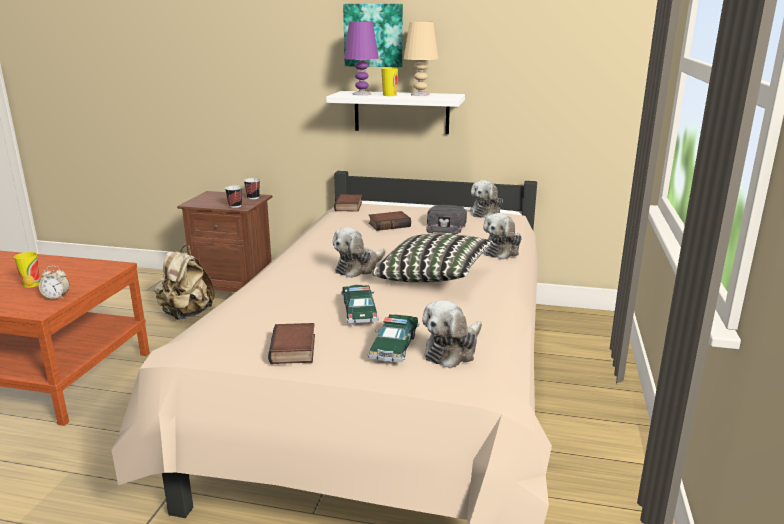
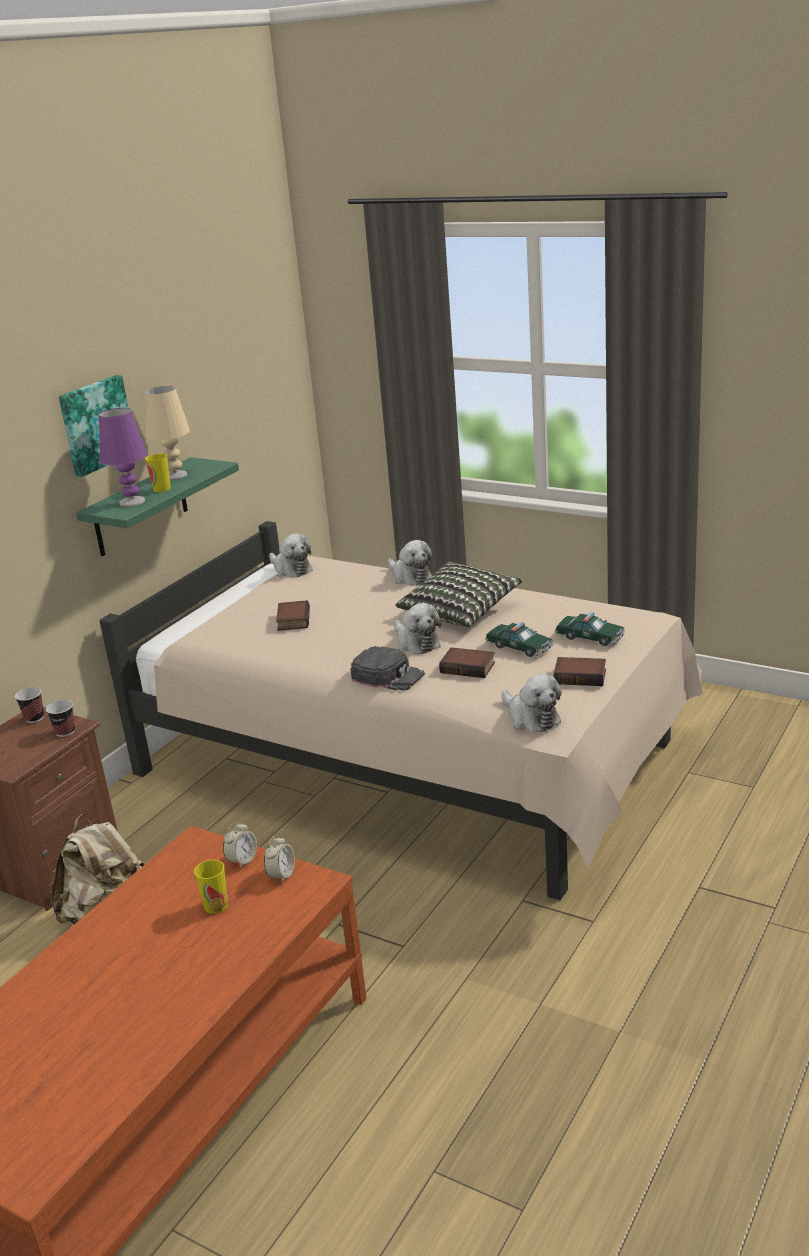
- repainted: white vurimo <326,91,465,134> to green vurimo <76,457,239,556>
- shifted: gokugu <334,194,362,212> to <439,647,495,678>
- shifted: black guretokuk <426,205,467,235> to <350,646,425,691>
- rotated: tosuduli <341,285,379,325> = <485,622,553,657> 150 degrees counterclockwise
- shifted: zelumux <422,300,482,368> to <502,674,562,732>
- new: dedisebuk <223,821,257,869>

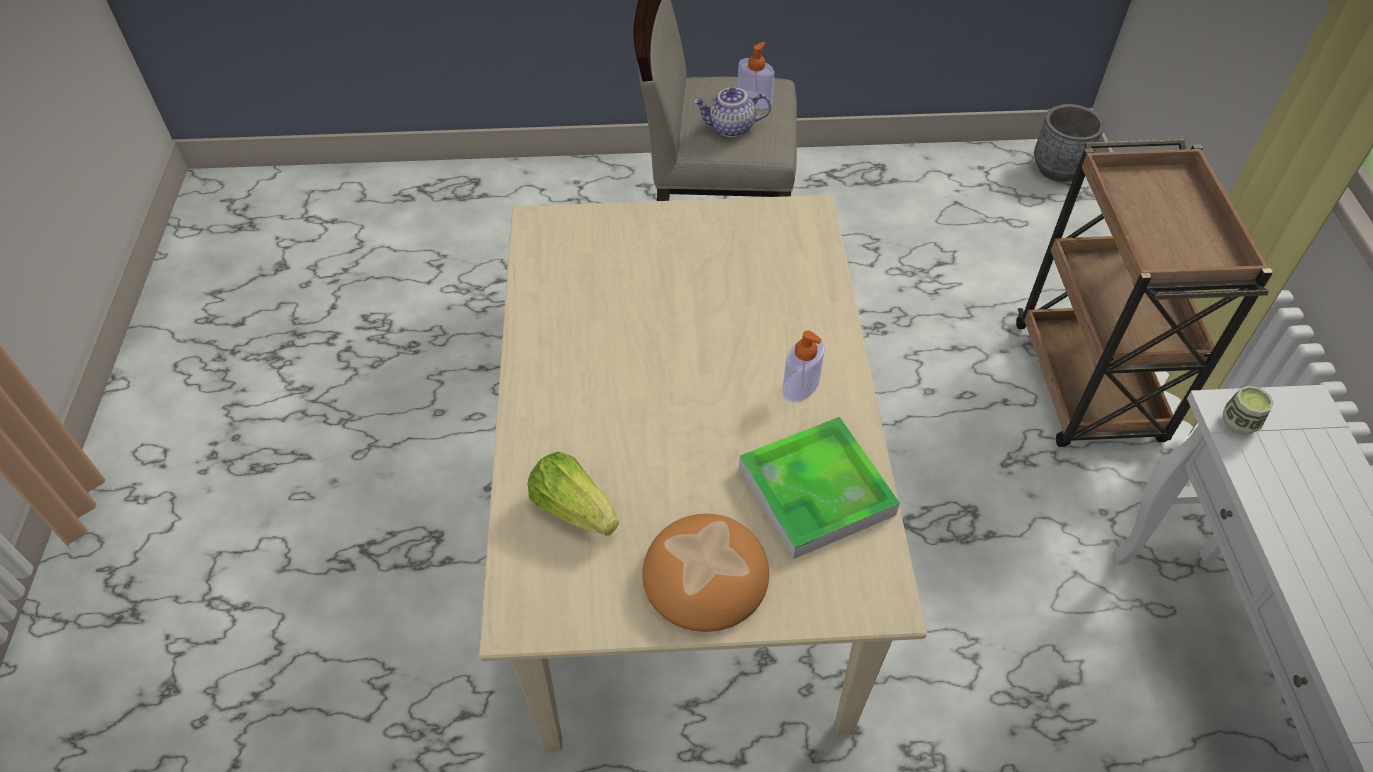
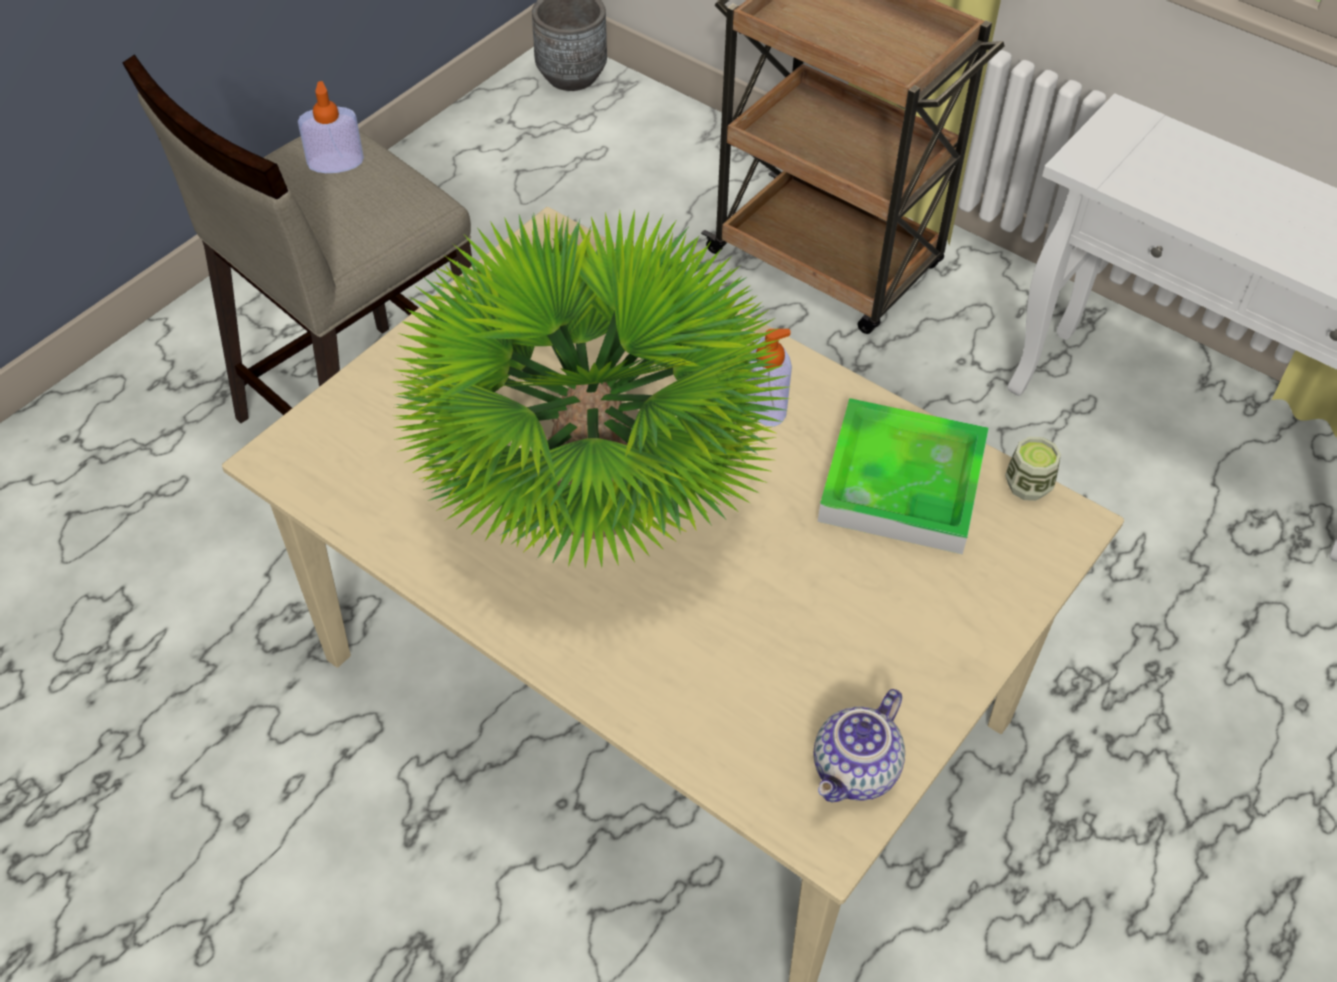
- shifted: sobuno <693,87,771,137> to <814,689,905,802>
- shifted: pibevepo <1223,386,1274,435> to <1005,437,1061,501>
- gone: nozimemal <528,452,619,536>
- gone: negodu <642,514,769,632>
- new: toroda <393,210,791,567>

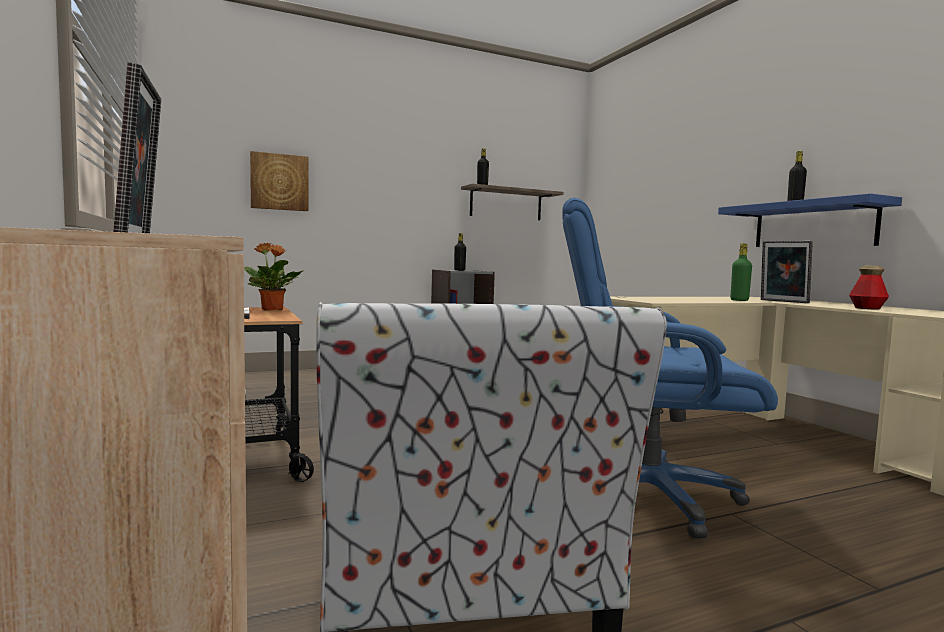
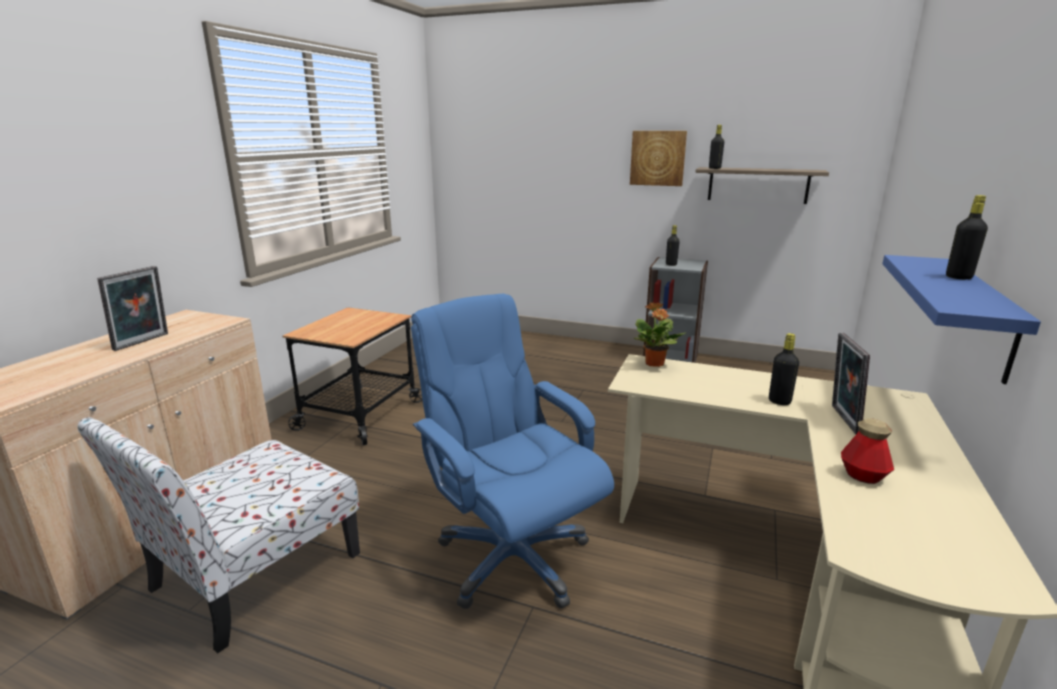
- shifted: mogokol <250,151,309,211> to <630,131,687,186>
- shifted: toroda <244,243,303,311> to <634,302,685,367>
- repainted: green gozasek <731,243,752,301> to black gozasek <769,333,799,405>

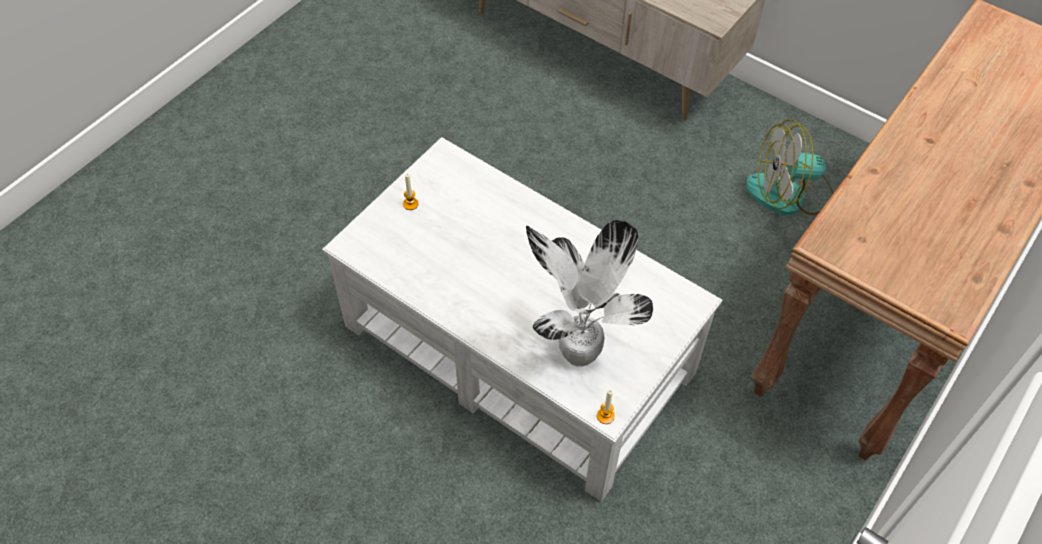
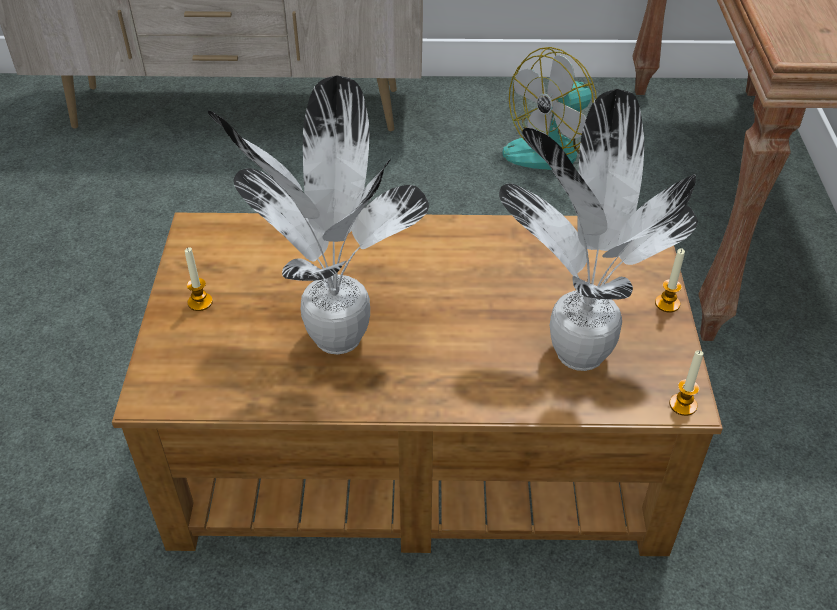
- repainted: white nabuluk <322,137,722,502> to brown nabuluk <112,213,723,556>
- new: toroda <208,75,429,354>
- new: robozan <655,248,685,313>

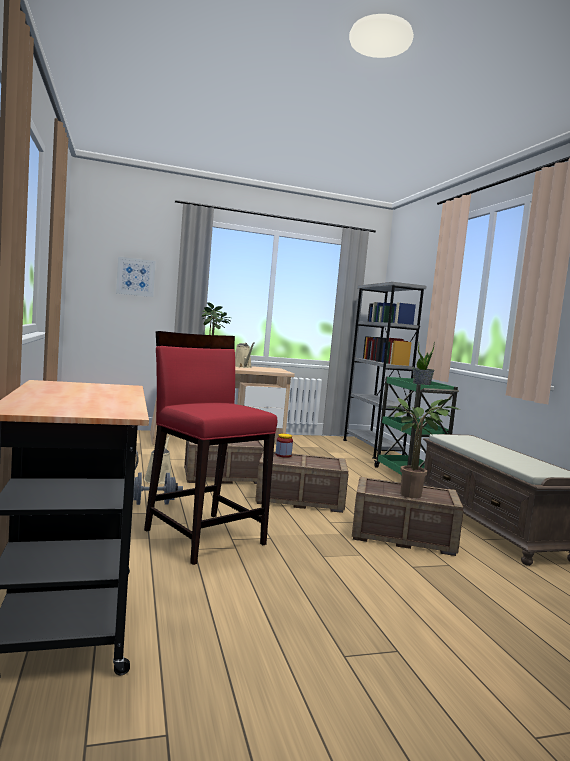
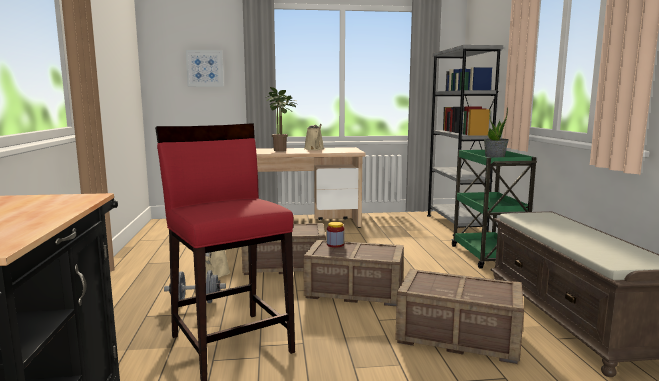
- gone: toroda <387,398,460,498>

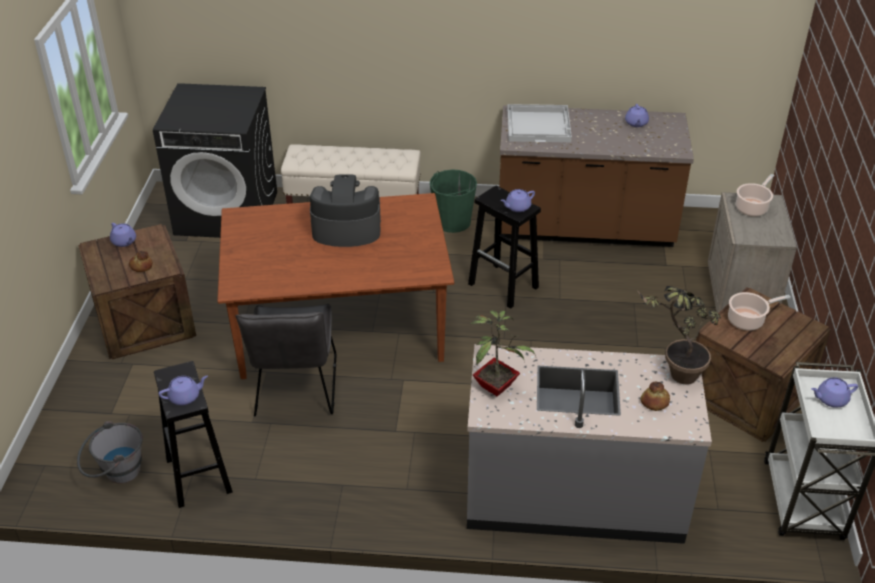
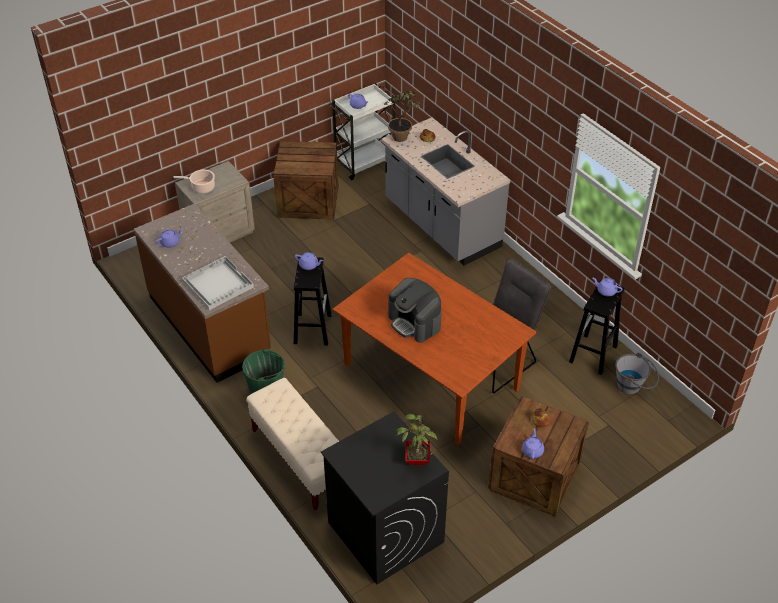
- gone: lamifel <728,292,791,331>
- shifted: toroda <470,310,536,396> to <396,405,438,465>

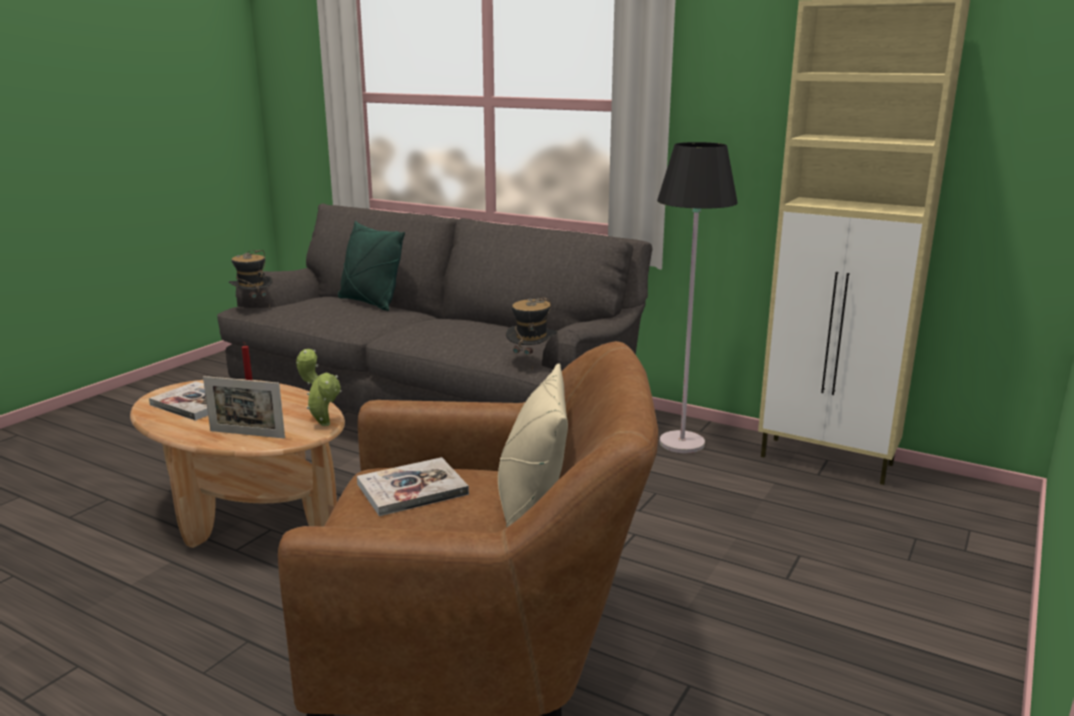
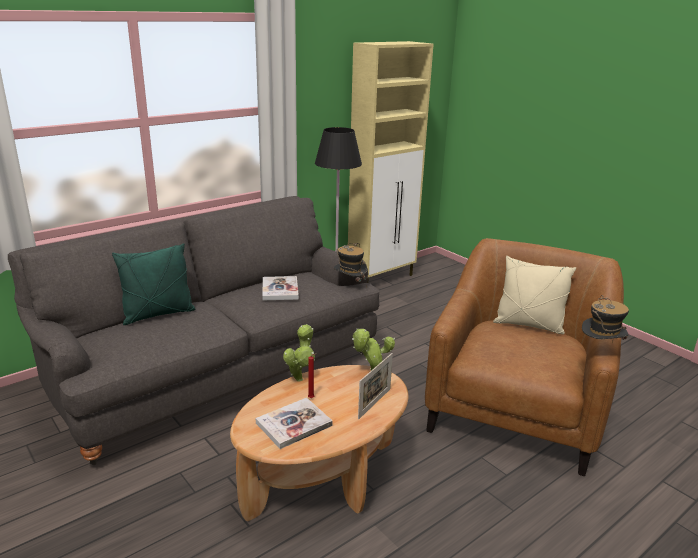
- shifted: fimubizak <229,250,273,308> to <582,295,629,343>
- shifted: gokugu <357,457,469,516> to <262,276,299,300>
- new: toroda <283,324,315,382>

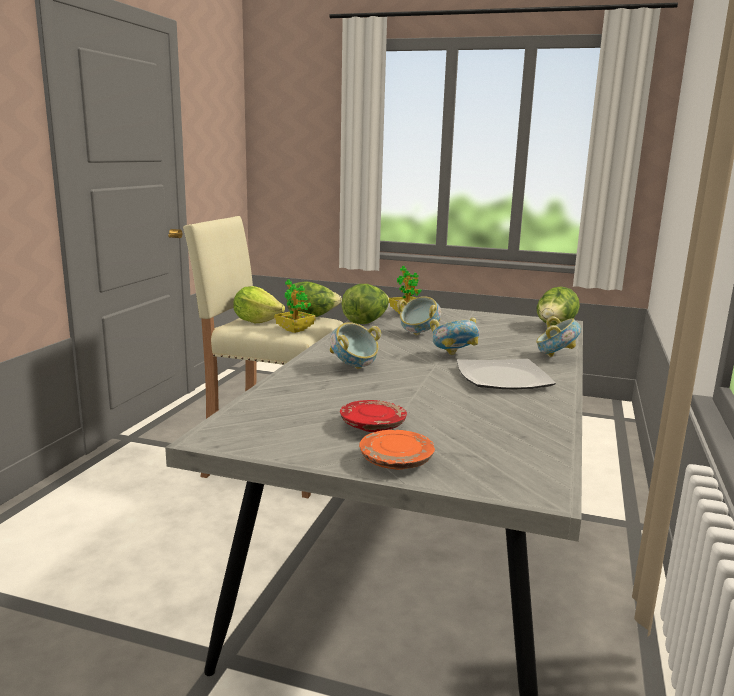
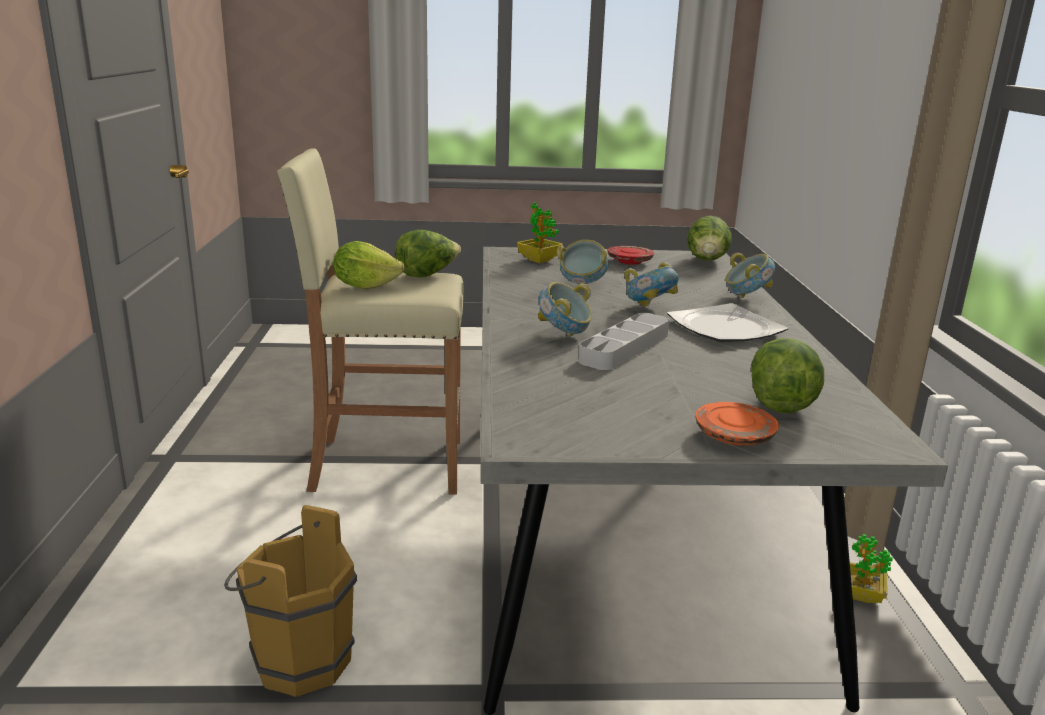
- shifted: toroda <274,279,316,333> to <850,534,893,603>
- shifted: nozimemal <341,284,389,324> to <751,338,824,413>
- shifted: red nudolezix <340,400,407,432> to <607,246,655,265>
- new: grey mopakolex <578,313,669,370>
- new: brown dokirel <224,505,357,697>

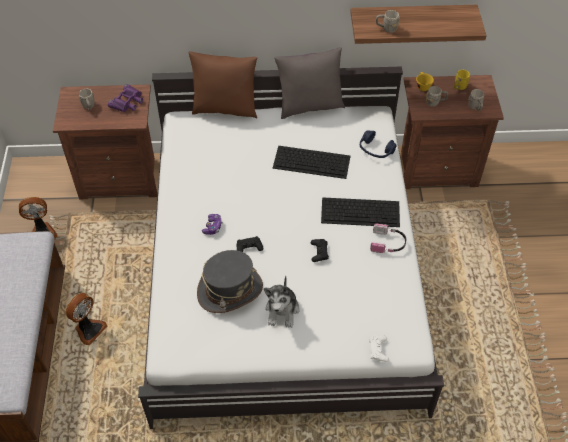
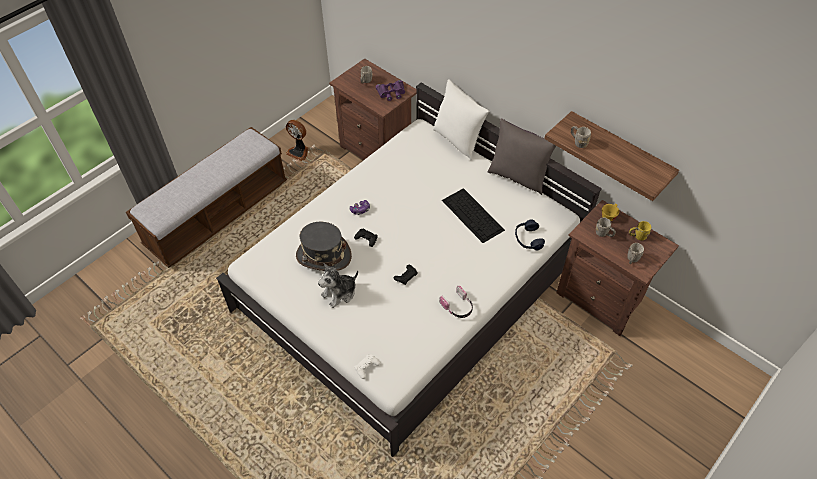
- repainted: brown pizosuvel <189,51,257,119> to white pizosuvel <433,79,490,160>
- gone: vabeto <321,197,400,227>
- gone: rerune <66,293,107,345>

